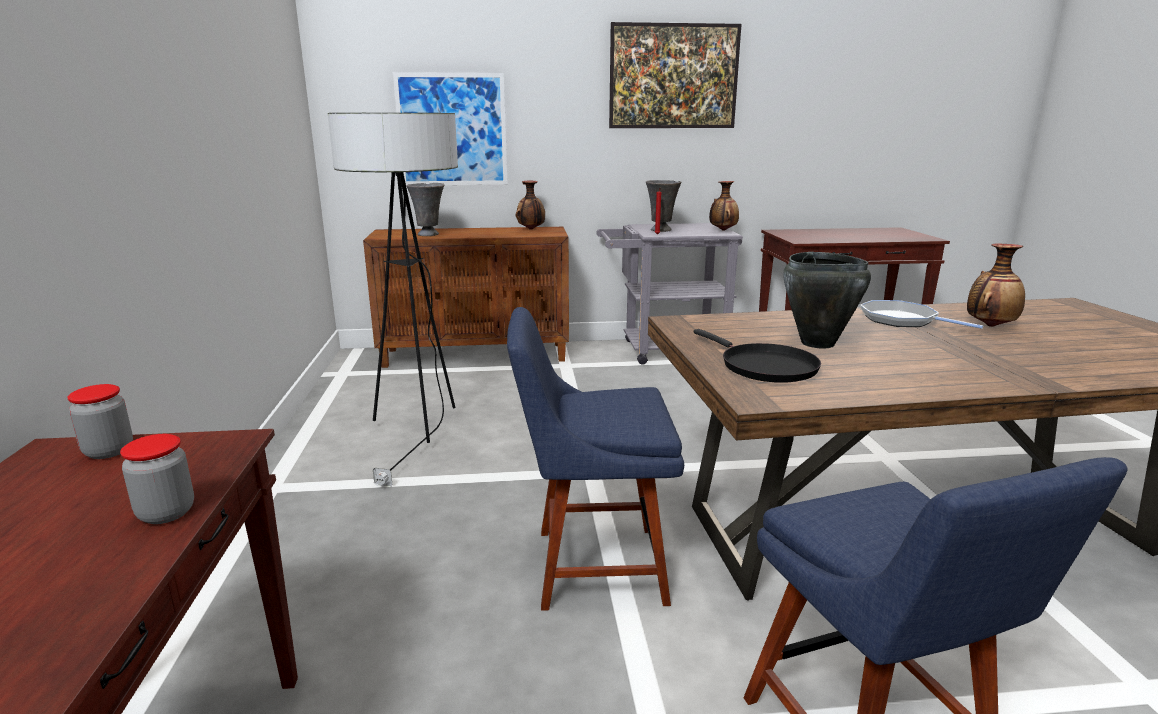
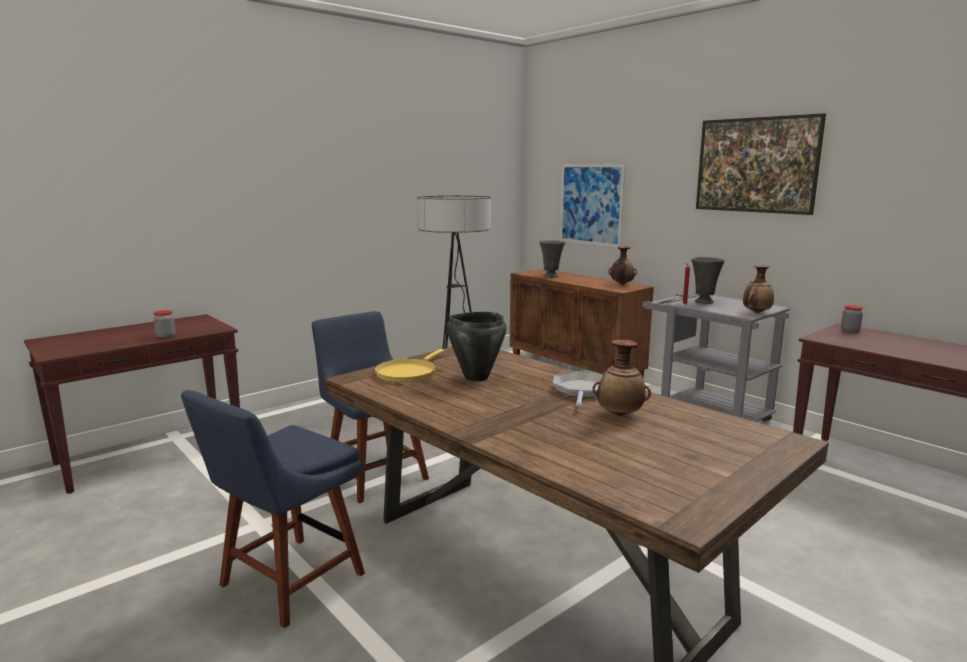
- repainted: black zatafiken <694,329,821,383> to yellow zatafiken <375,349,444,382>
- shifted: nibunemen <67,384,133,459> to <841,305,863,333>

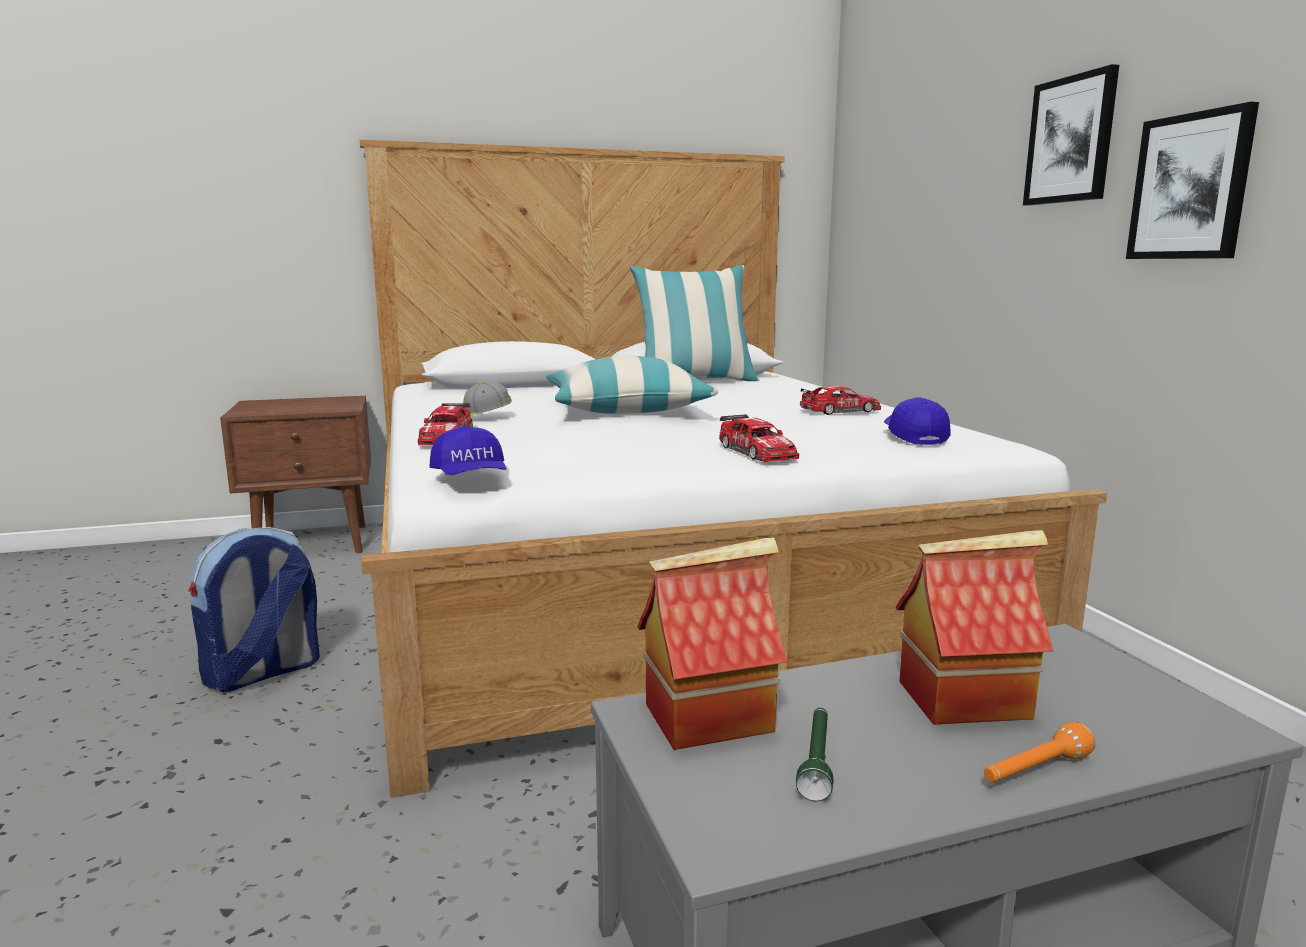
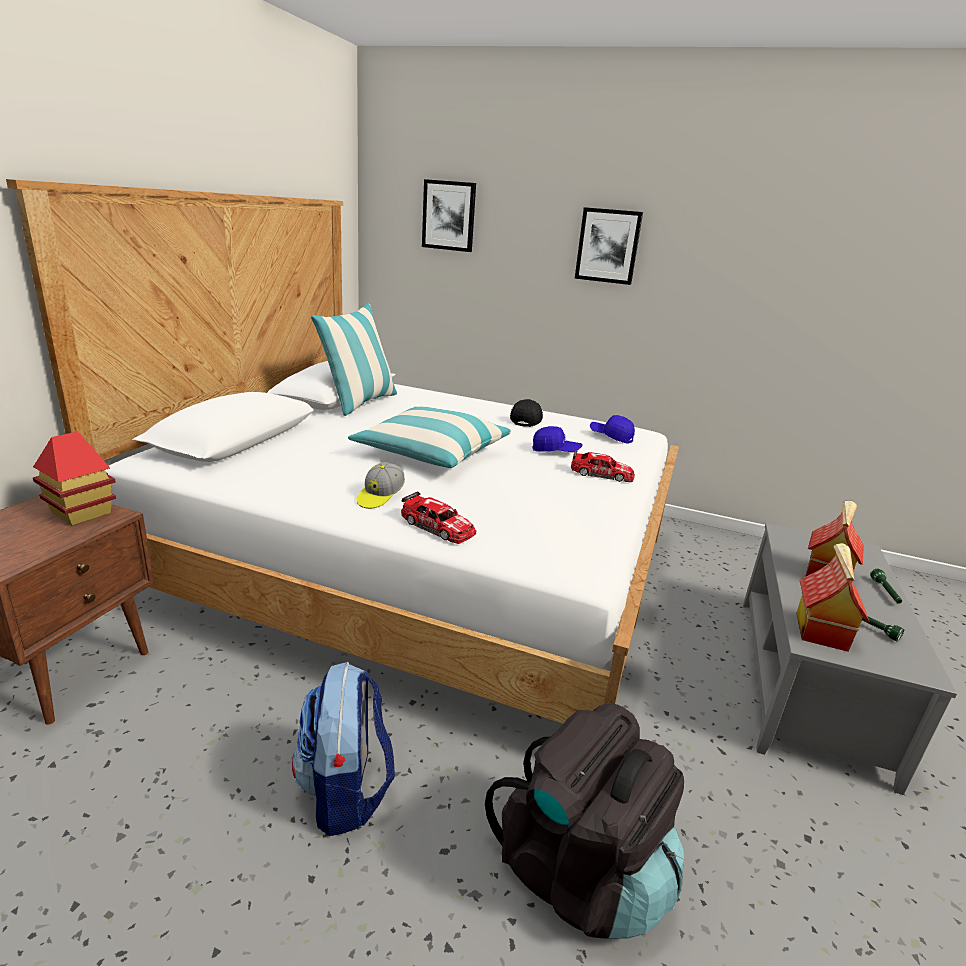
- shifted: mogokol <1126,102,1259,259> to <422,179,476,252>
- swapped: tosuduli <800,386,881,415> to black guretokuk <510,399,543,427>
- shifted: blue guretokuk <429,426,506,475> to <532,426,583,452>
- repainted: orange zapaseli <984,722,1096,782> to green zapaseli <870,569,902,604>
- new: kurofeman <33,431,116,525>
- new: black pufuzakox <485,704,684,939>

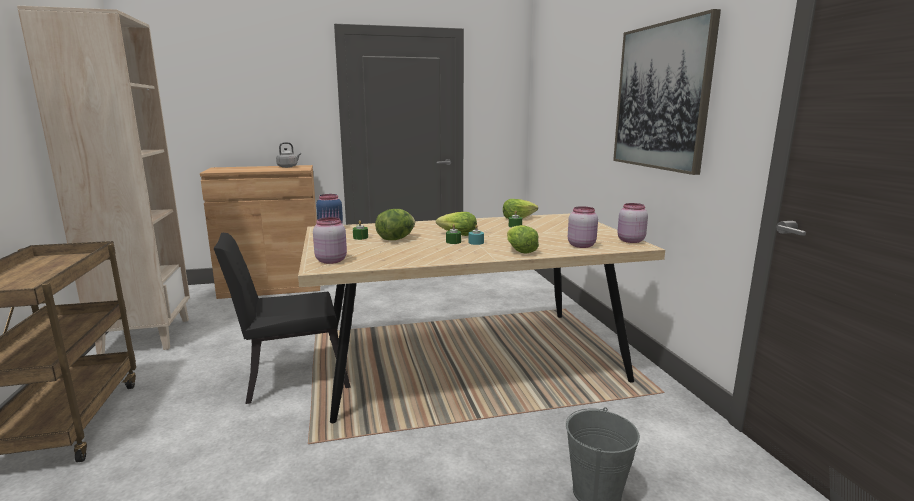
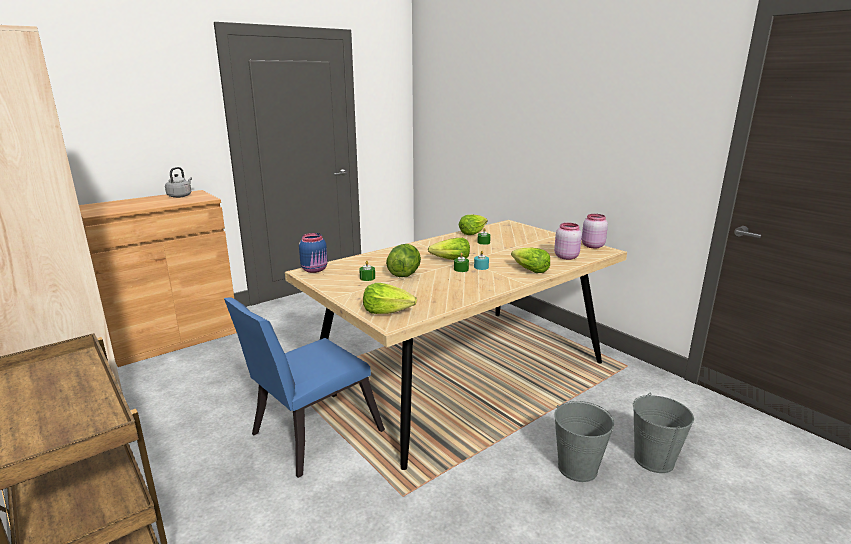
- gone: mogokol <613,9,721,175>
- swapped: pink nibunemen <313,217,347,264> to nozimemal <363,283,417,314>
- repainted: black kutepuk <213,233,351,404> to blue kutepuk <224,297,385,478>
- new: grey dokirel <554,401,614,482>

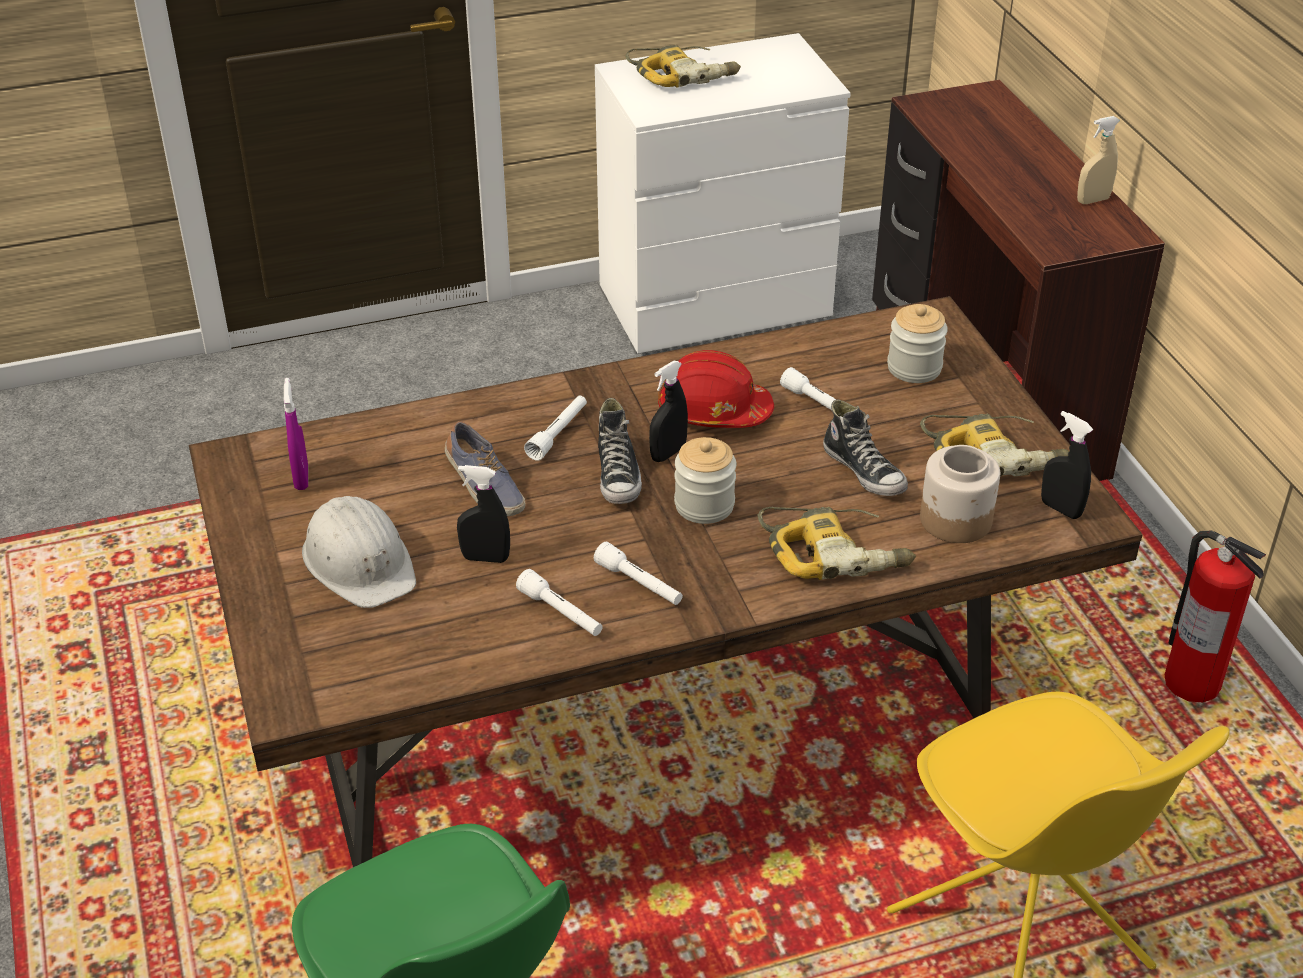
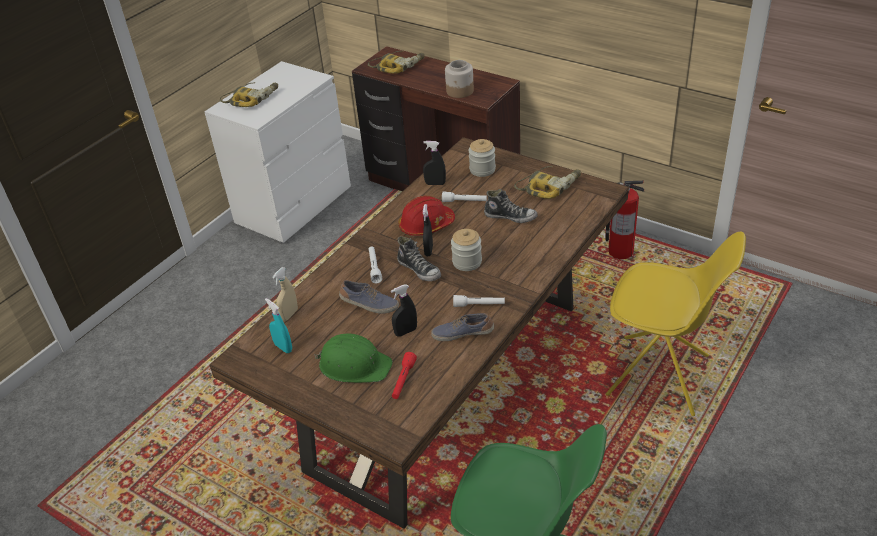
- shifted: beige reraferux <1077,116,1120,204> to <272,267,298,321>
- repainted: purple reraferux <284,378,308,490> to turquoise reraferux <265,298,292,353>
- shifted: black reraferux <1041,411,1093,519> to <423,141,446,185>
- shifted: nibunemen <920,445,1000,543> to <445,60,474,98>
- repainted: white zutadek <302,496,416,608> to green zutadek <314,334,393,383>
- shifted: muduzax <758,507,916,580> to <368,51,425,74>
- swapped: white zapaseli <516,569,603,636> to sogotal <431,313,494,341>
- new: red zapaseli <392,352,417,399>

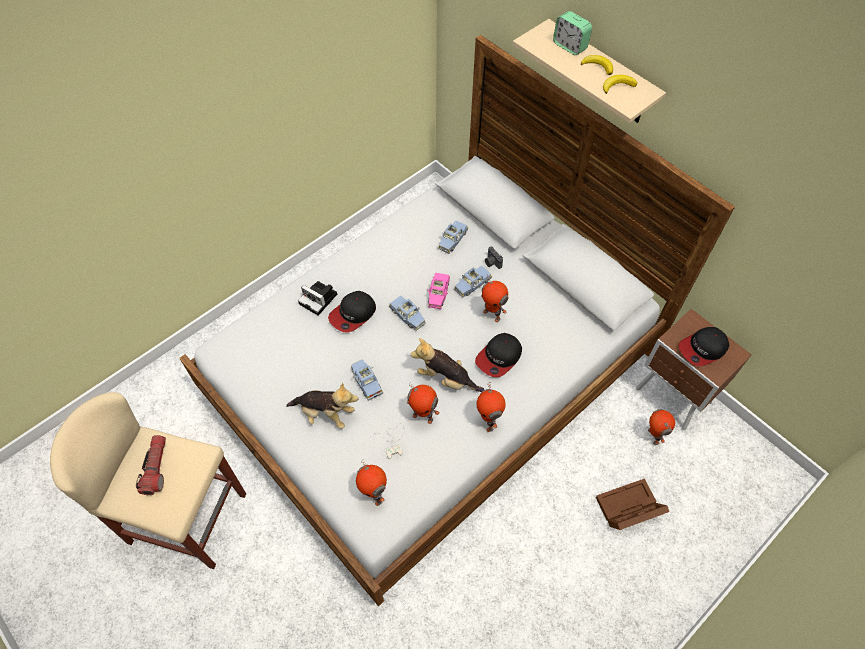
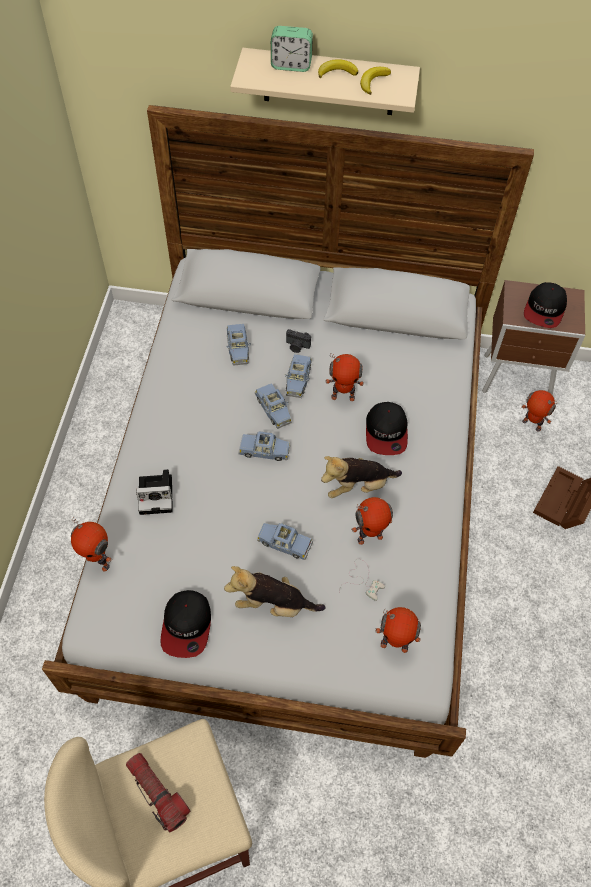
- repainted: pink tosuduli <427,273,450,309> to blue tosuduli <255,383,292,429>
- shifted: guretokuk <328,291,376,333> to <160,590,211,658>
- rotated: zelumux <286,382,358,429> = <224,566,325,617> 150 degrees counterclockwise
- shifted: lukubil <476,382,505,432> to <71,517,112,572>

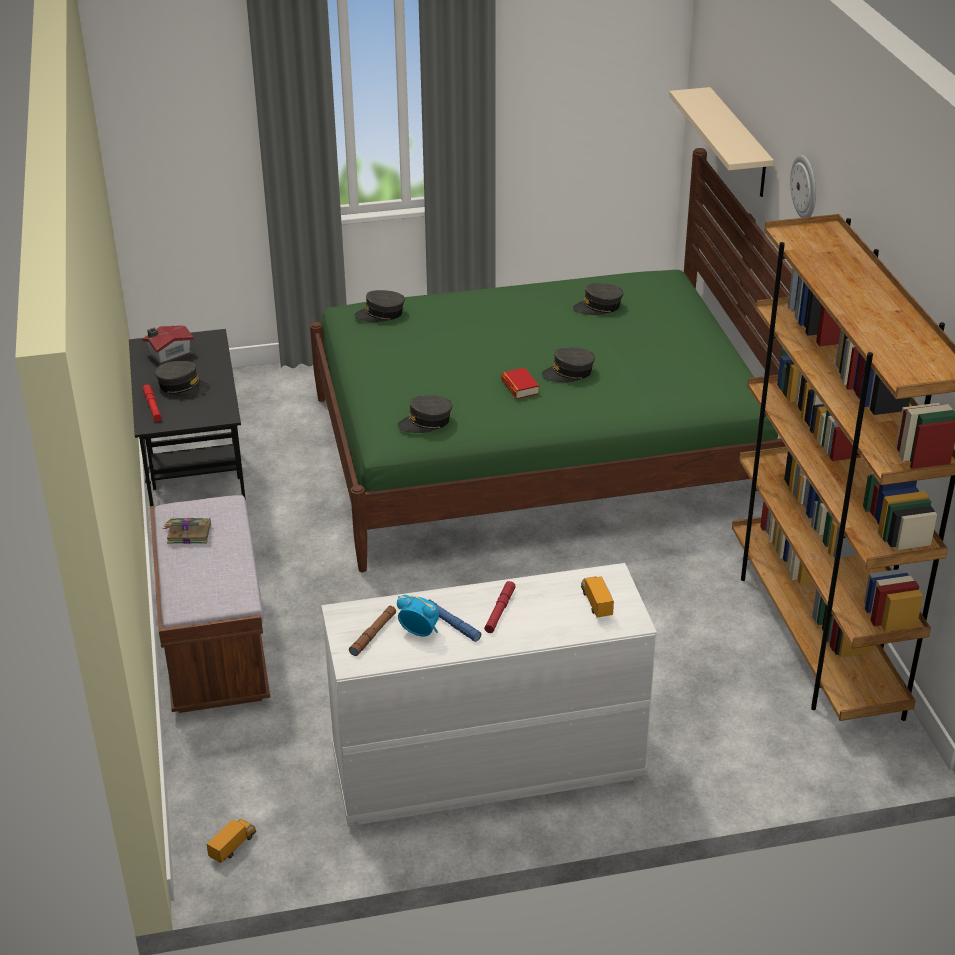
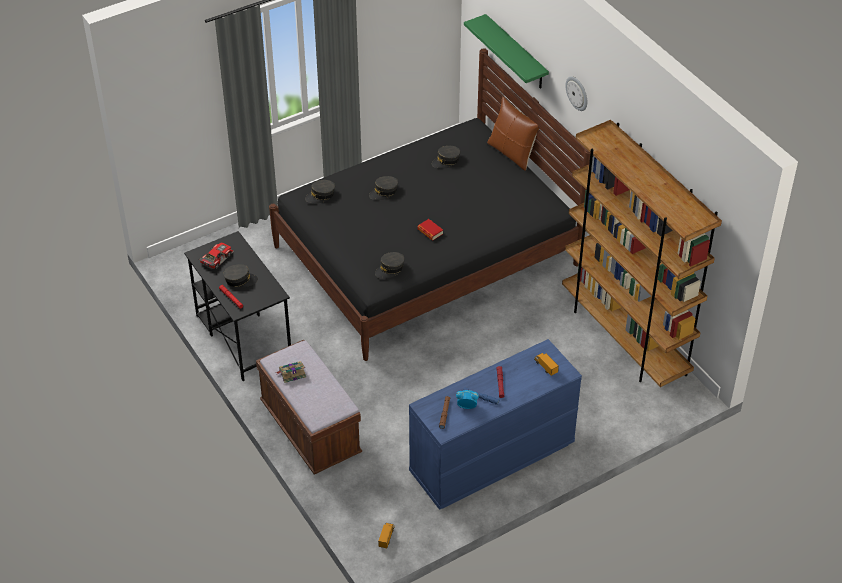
- repainted: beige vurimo <669,87,774,197> to green vurimo <464,14,549,89>
- repainted: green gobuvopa <310,148,792,572> to black gobuvopa <269,48,590,361>
- swapped: kurofeman <142,325,194,365> to tosuduli <199,242,234,269>
- shifted: grey guretokuk <541,347,595,382> to <369,176,398,200>
- repainted: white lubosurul <321,563,657,825> to blue lubosurul <409,339,582,510>
- new: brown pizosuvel <487,97,539,171>

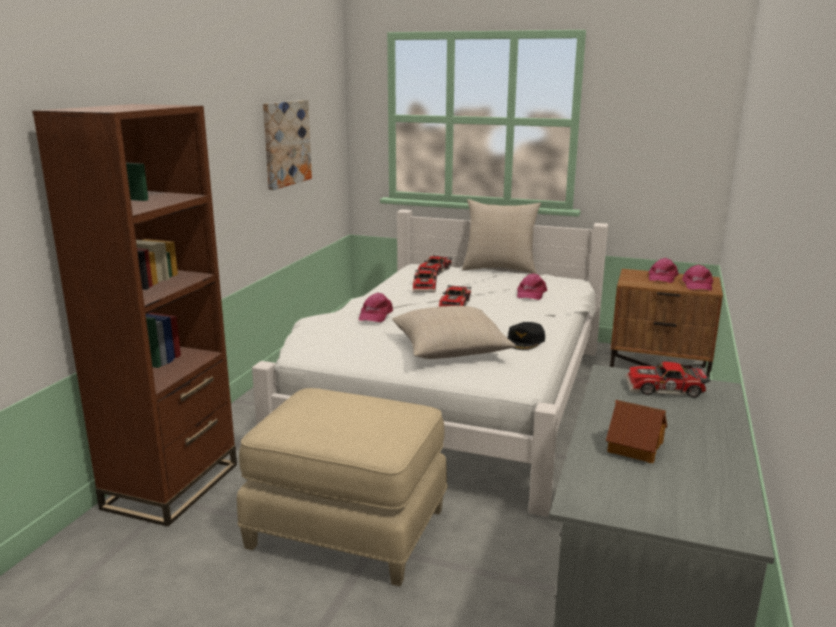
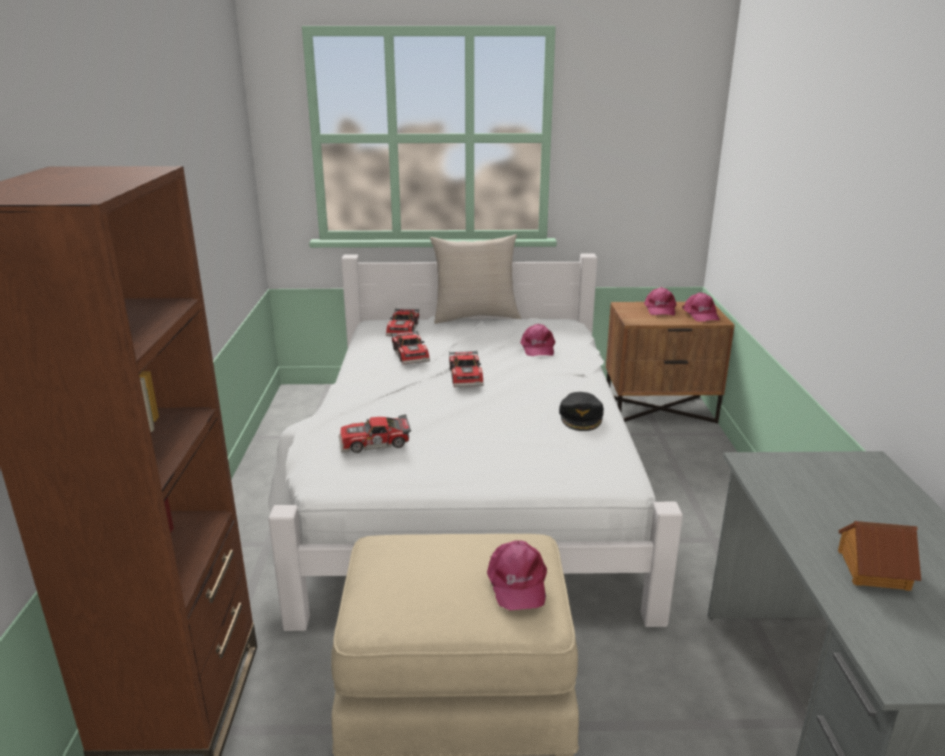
- gone: mogokol <263,100,312,190>
- shifted: pink guretokuk <359,293,393,322> to <487,540,547,610>
- gone: beige pizosuvel <392,306,516,359>
- shifted: tosuduli <625,362,711,398> to <339,414,411,453>

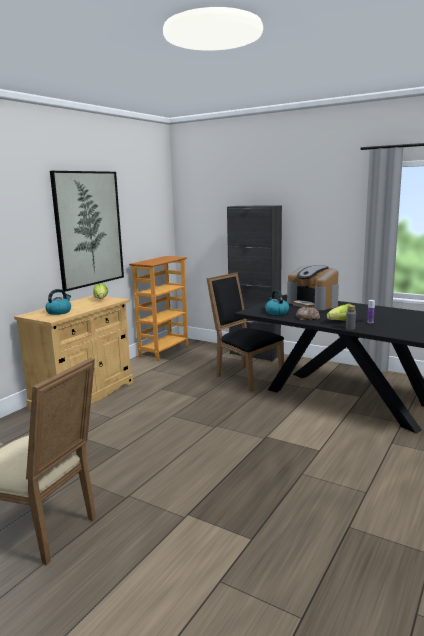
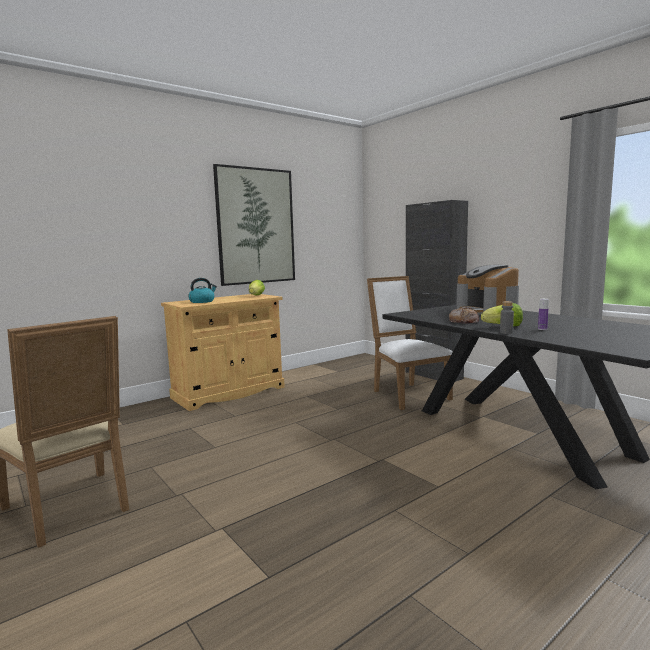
- gone: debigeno <129,256,188,361>
- repainted: black kutepuk <207,273,284,391> to white kutepuk <367,276,453,410>
- gone: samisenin <265,290,289,315>

